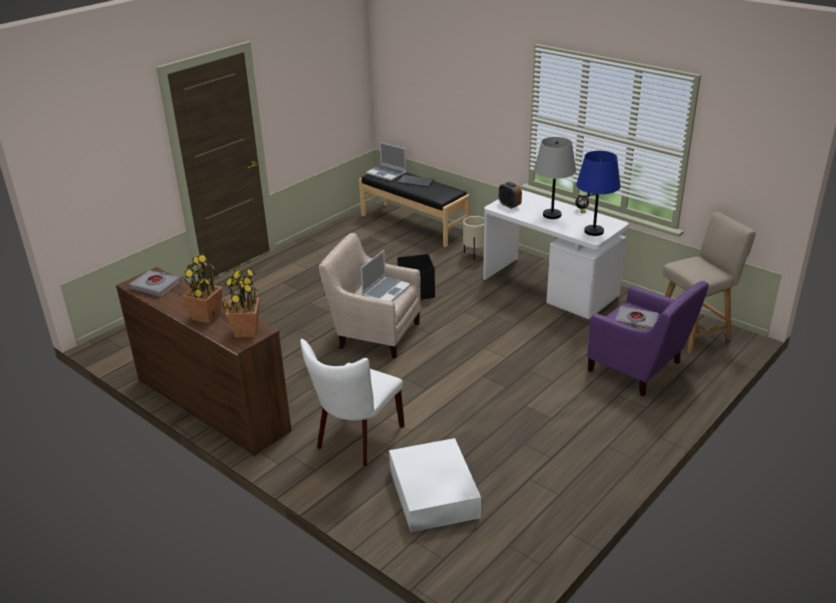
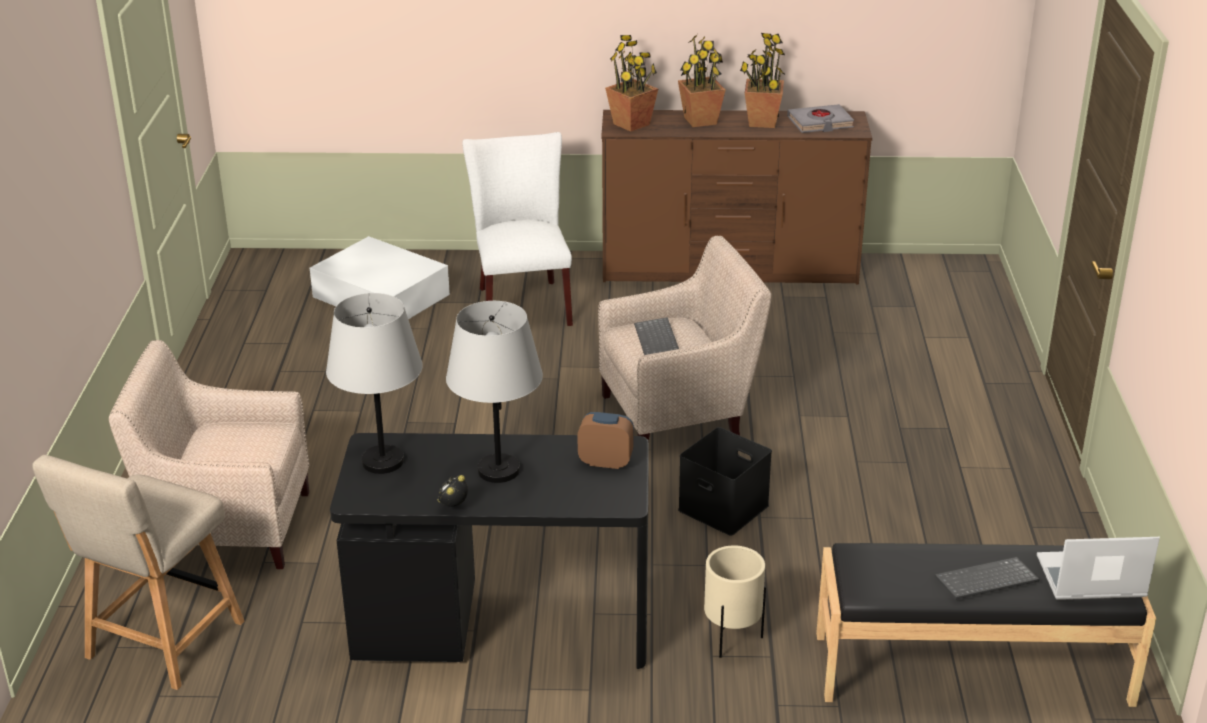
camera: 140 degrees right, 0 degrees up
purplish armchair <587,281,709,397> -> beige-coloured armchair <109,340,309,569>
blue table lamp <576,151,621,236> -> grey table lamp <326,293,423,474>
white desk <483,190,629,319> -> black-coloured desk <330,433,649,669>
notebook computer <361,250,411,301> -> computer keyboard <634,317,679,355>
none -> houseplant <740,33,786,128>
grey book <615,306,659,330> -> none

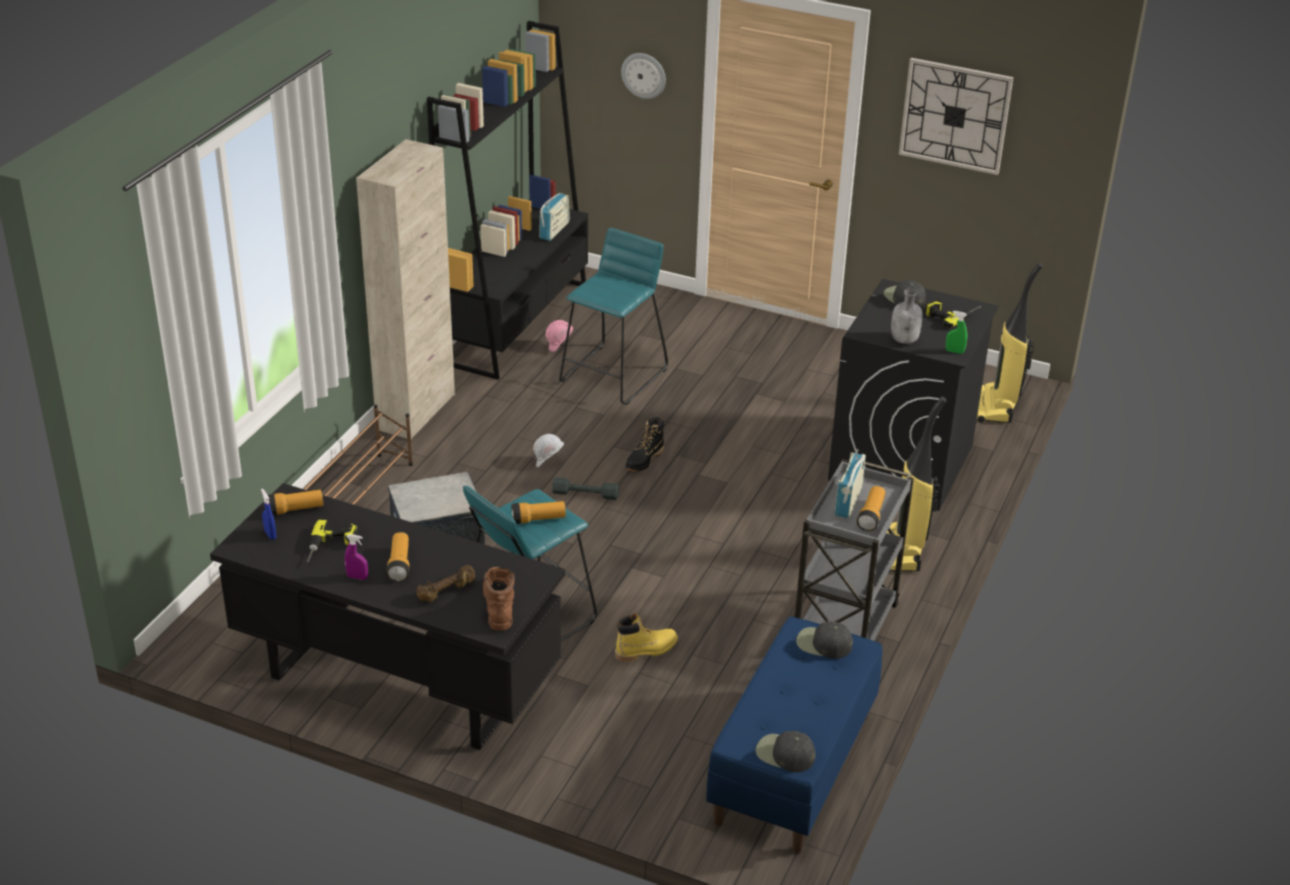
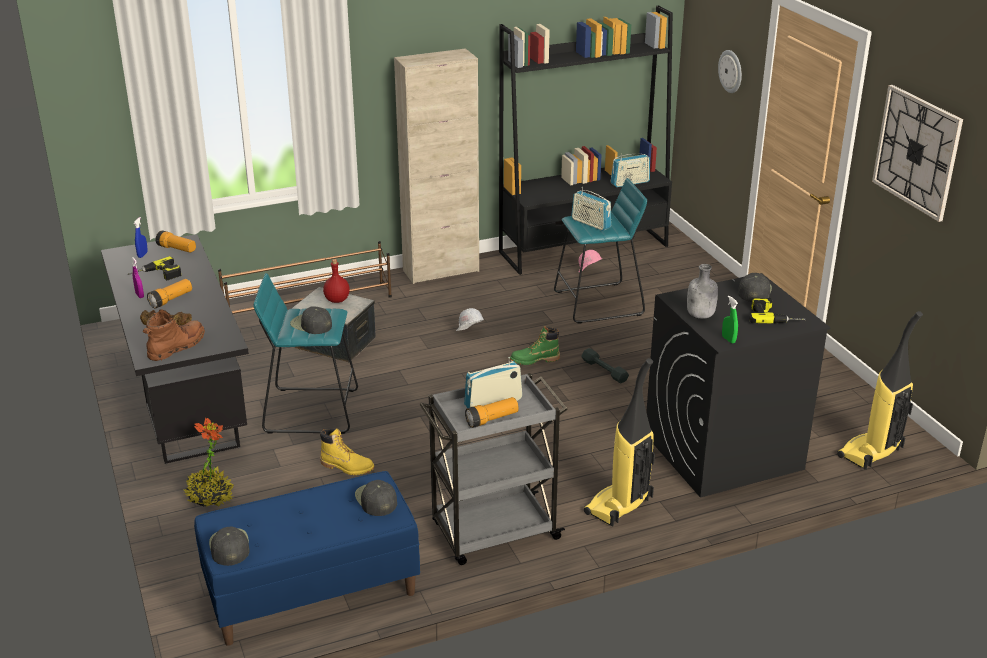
camera: 45 degrees right, 5 degrees down
none -> houseplant <184,418,234,507>
torch <512,501,566,524> -> black-coloured baseball cap <290,306,332,334>
none -> reddish drink bottle <323,259,350,303>
black-coloured high-top boot <626,417,664,471> -> green high-top boot <510,326,560,365>
none -> radio receiver <571,187,611,231>
grey dumbbell <552,477,619,500> -> grey dumbbell <581,348,629,384>, move

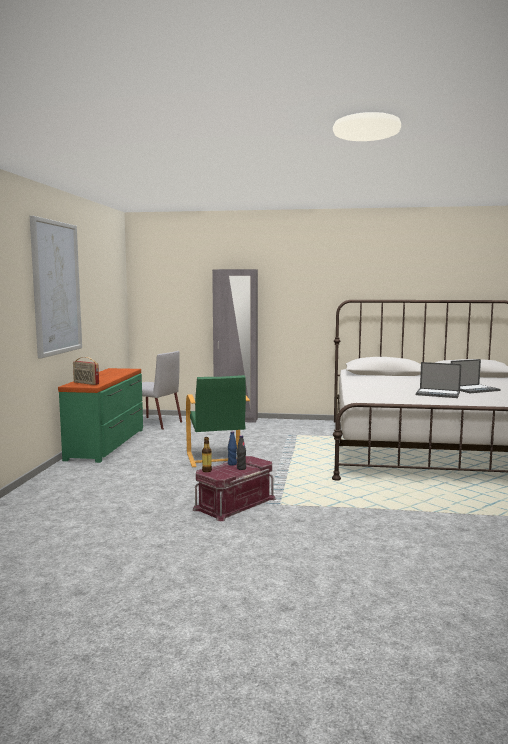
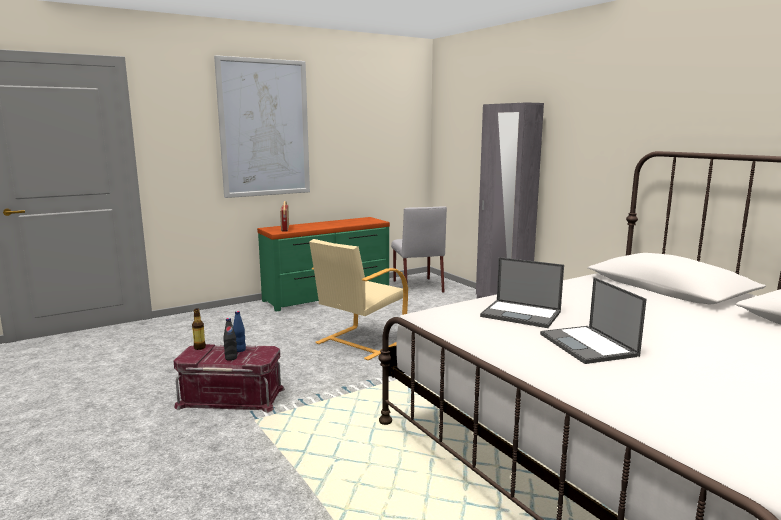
camera: 50 degrees right, 5 degrees up
green armchair <186,375,250,467> -> beige-coloured armchair <309,239,408,360>
notebook computer <451,359,501,393> -> notebook computer <480,257,564,328>, move

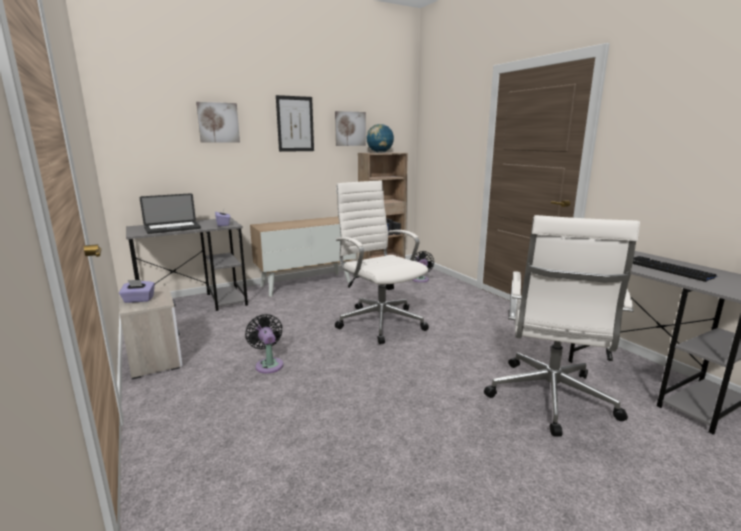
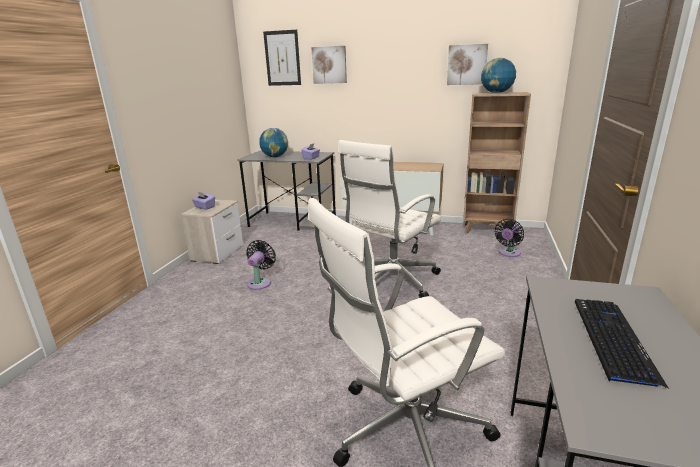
camera: 45 degrees right, 5 degrees up
notebook computer <140,193,201,234> -> globe <259,128,288,157>
wall picture <276,95,314,152> -> wall picture <263,30,301,86>, move
white computer chair <335,181,429,344> -> white computer chair <338,140,441,298>, 150 degrees counterclockwise

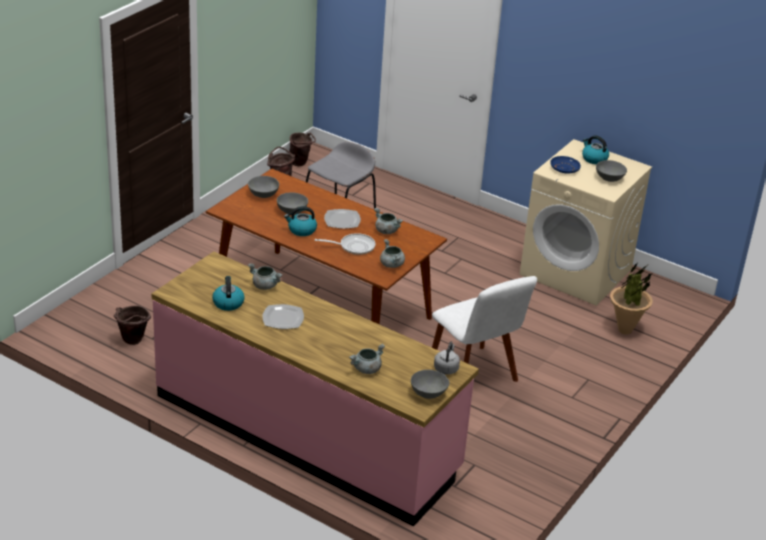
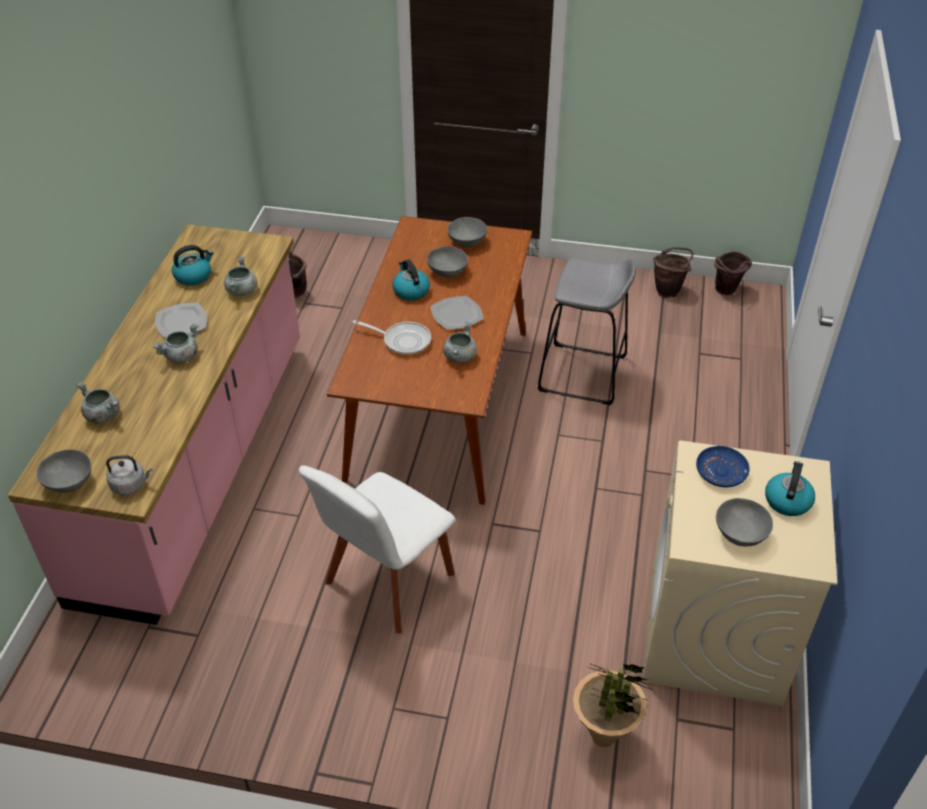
camera: 70 degrees right, 10 degrees up
grey saucepot <380,239,405,268> -> grey saucepot <152,323,198,363>, move
skillet <315,233,376,255> -> skillet <352,320,431,355>, 45 degrees counterclockwise

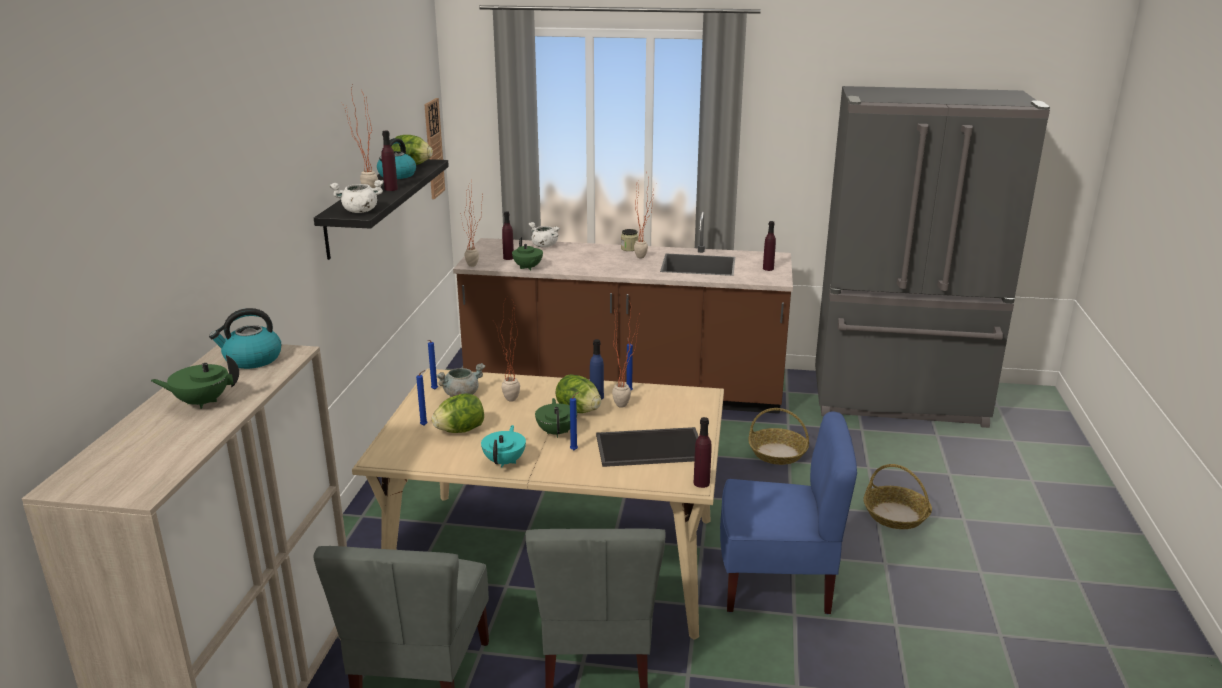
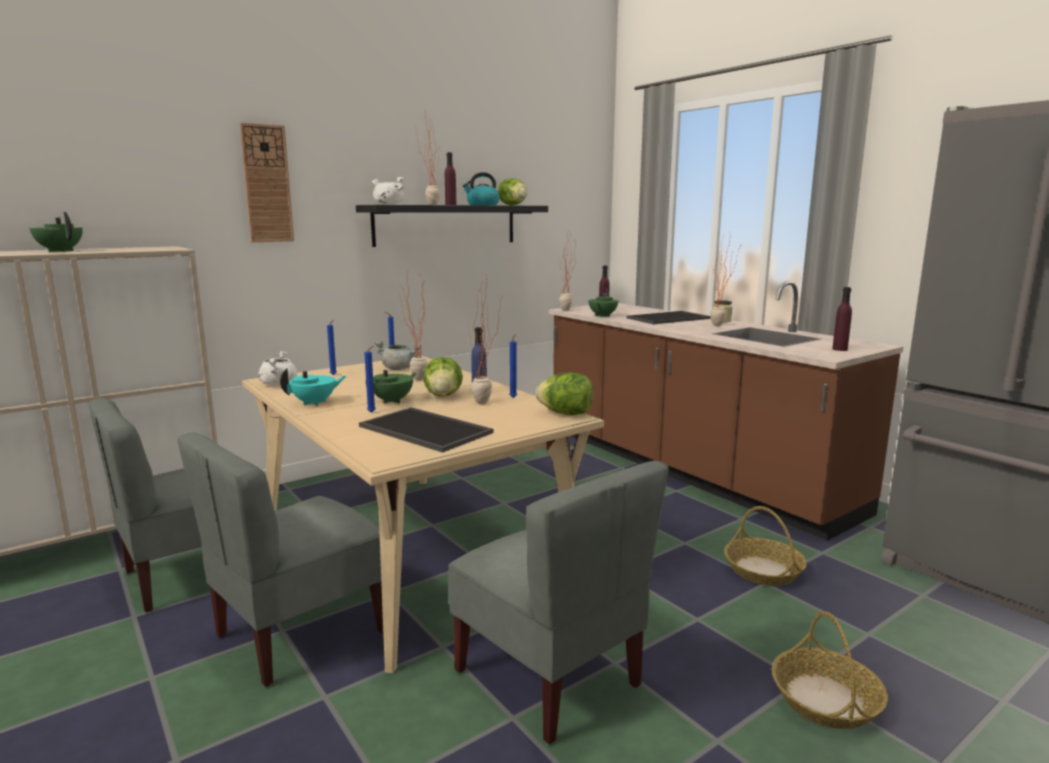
camera: 45 degrees right, 10 degrees down
wall clock <424,98,445,199> -> wall clock <239,123,294,242>, move
white saucepot <529,222,560,248> -> white saucepot <259,351,297,386>, move
blue chair <720,412,857,614> -> grey chair <448,461,669,744>
head of lettuce <432,393,484,433> -> head of lettuce <536,373,593,415>, move
none -> carrying tray <626,311,711,324>
kettle <209,308,281,369> -> none
purplish drink bottle <694,417,712,488> -> none

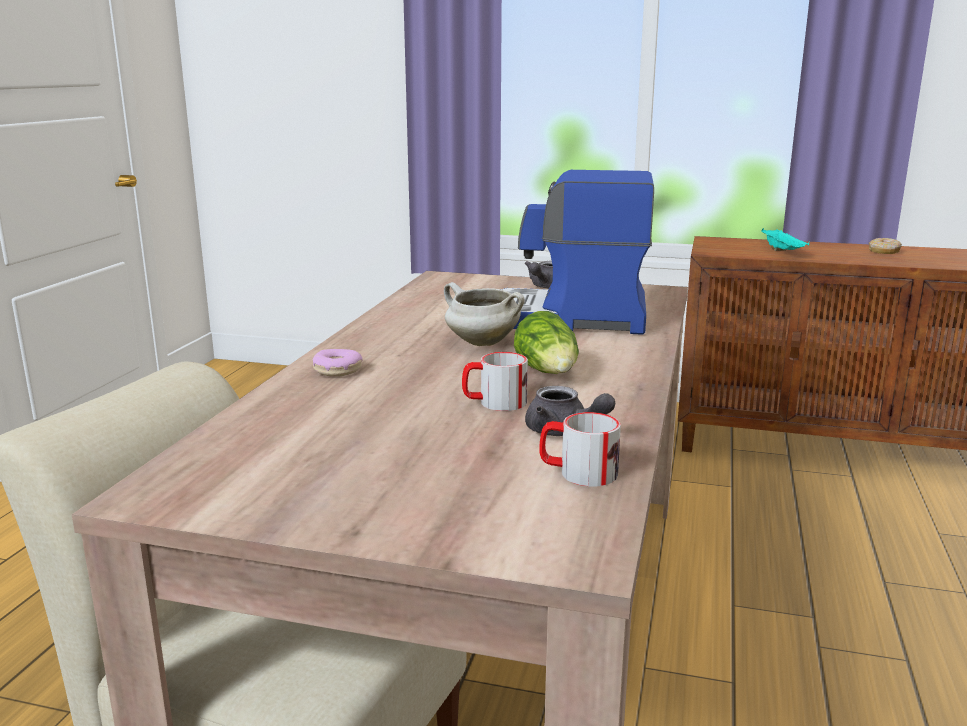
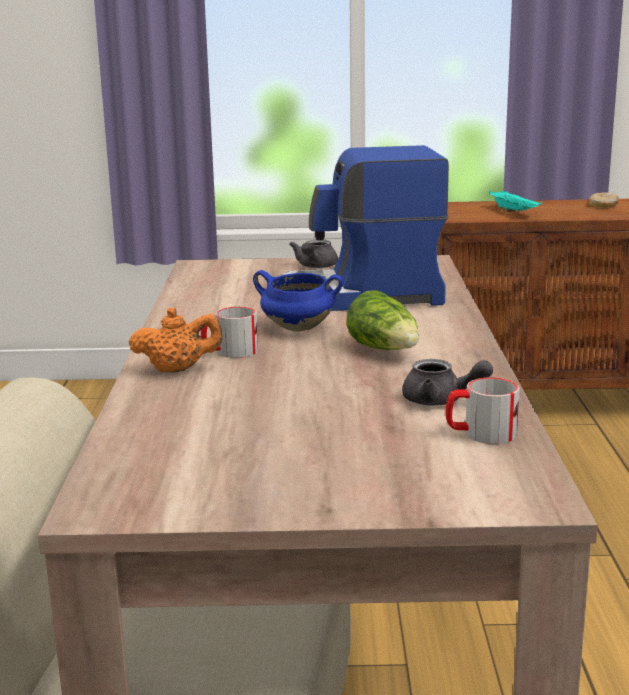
camera: 15 degrees left, 0 degrees up
donut <313,349,363,377> -> orange-coloured pot for tea <129,307,223,373>
coffee mug <462,352,528,411> -> coffee mug <201,307,258,358>, move
white saucepot <444,282,525,346> -> blue saucepot <253,270,343,332>

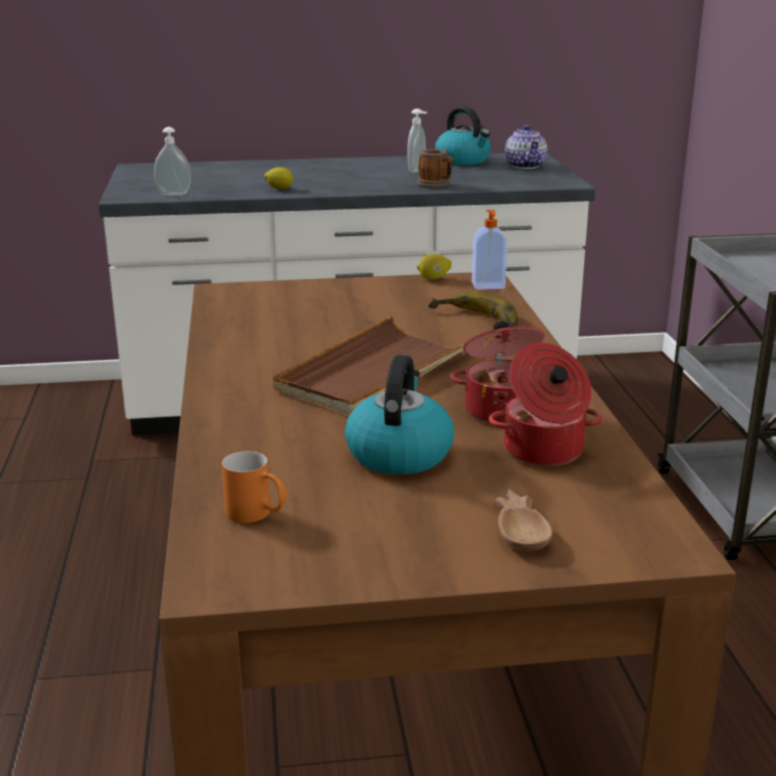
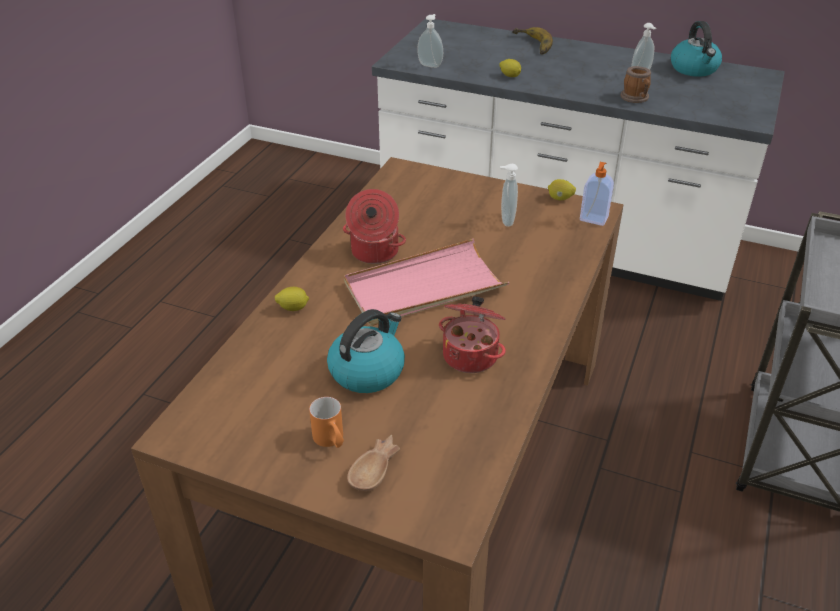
camera: 30 degrees right, 15 degrees up
none -> whole lemon <275,287,309,311>
orange-coloured coffee mug <222,451,287,523> -> orange-coloured coffee mug <309,397,344,448>, move
saucepot <489,343,602,466> -> saucepot <343,189,406,264>, move
brownish carrying tray <273,316,465,415> -> pink carrying tray <344,239,509,326>
none -> soap bottle <500,164,518,227>
banana fruit <428,291,518,327> -> banana fruit <512,27,553,54>, move
pot for tea <505,125,547,169> -> none

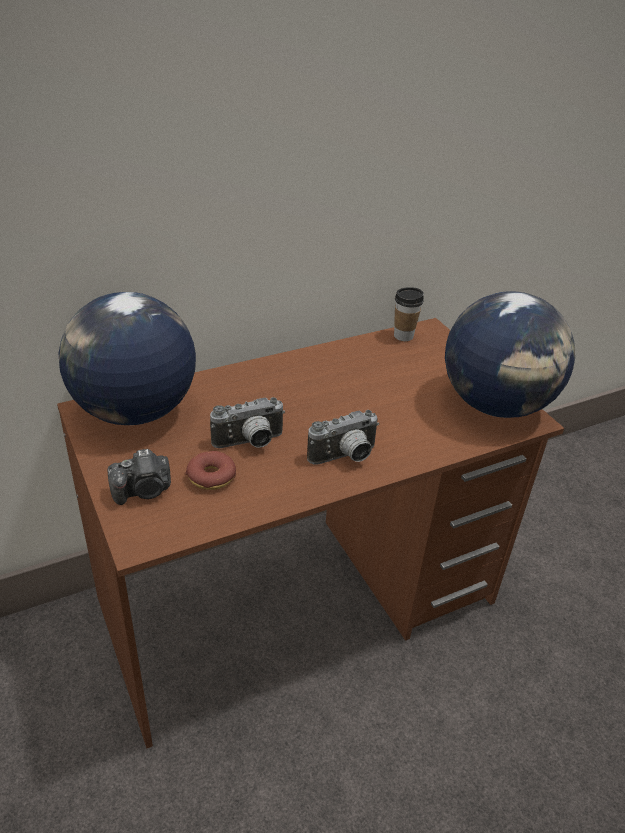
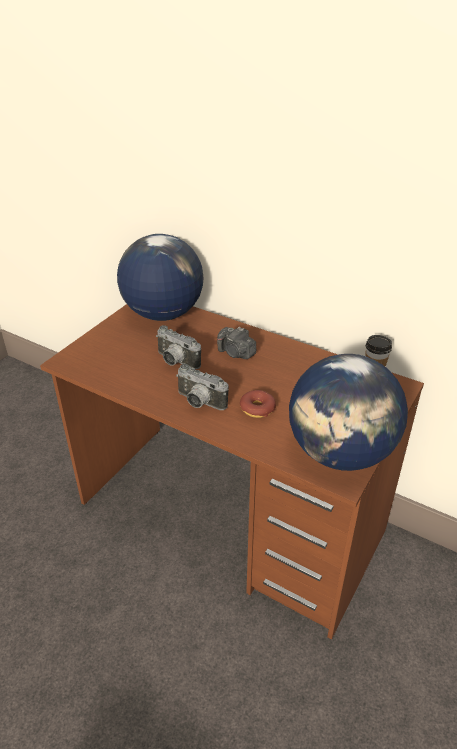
camera: 60 degrees right, 0 degrees up
photo camera <108,449,171,505> -> photo camera <217,327,256,359>, move
donut <186,451,236,490> -> donut <240,390,276,418>, move

